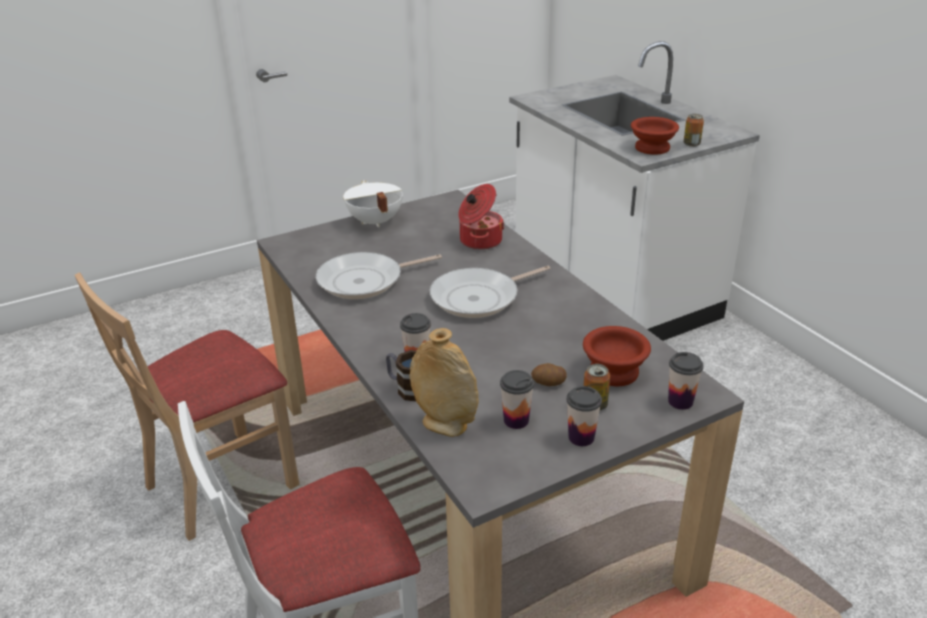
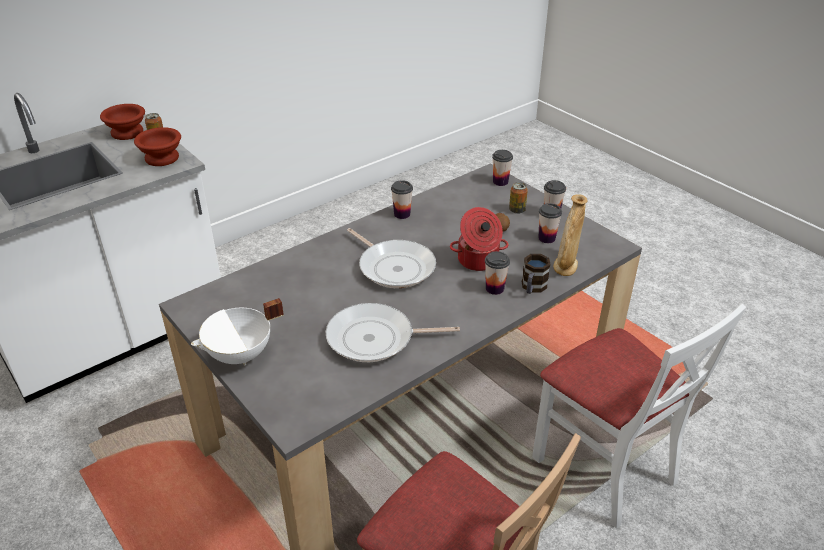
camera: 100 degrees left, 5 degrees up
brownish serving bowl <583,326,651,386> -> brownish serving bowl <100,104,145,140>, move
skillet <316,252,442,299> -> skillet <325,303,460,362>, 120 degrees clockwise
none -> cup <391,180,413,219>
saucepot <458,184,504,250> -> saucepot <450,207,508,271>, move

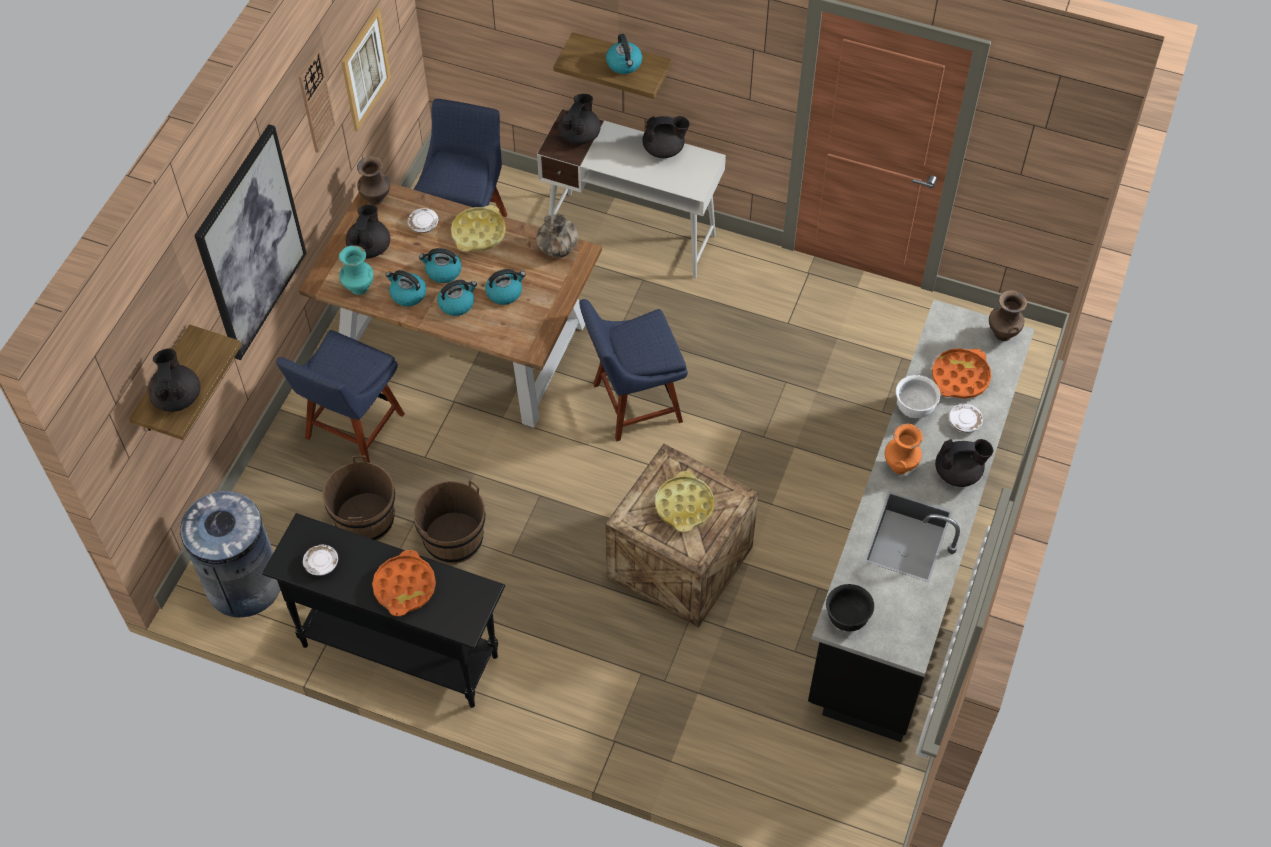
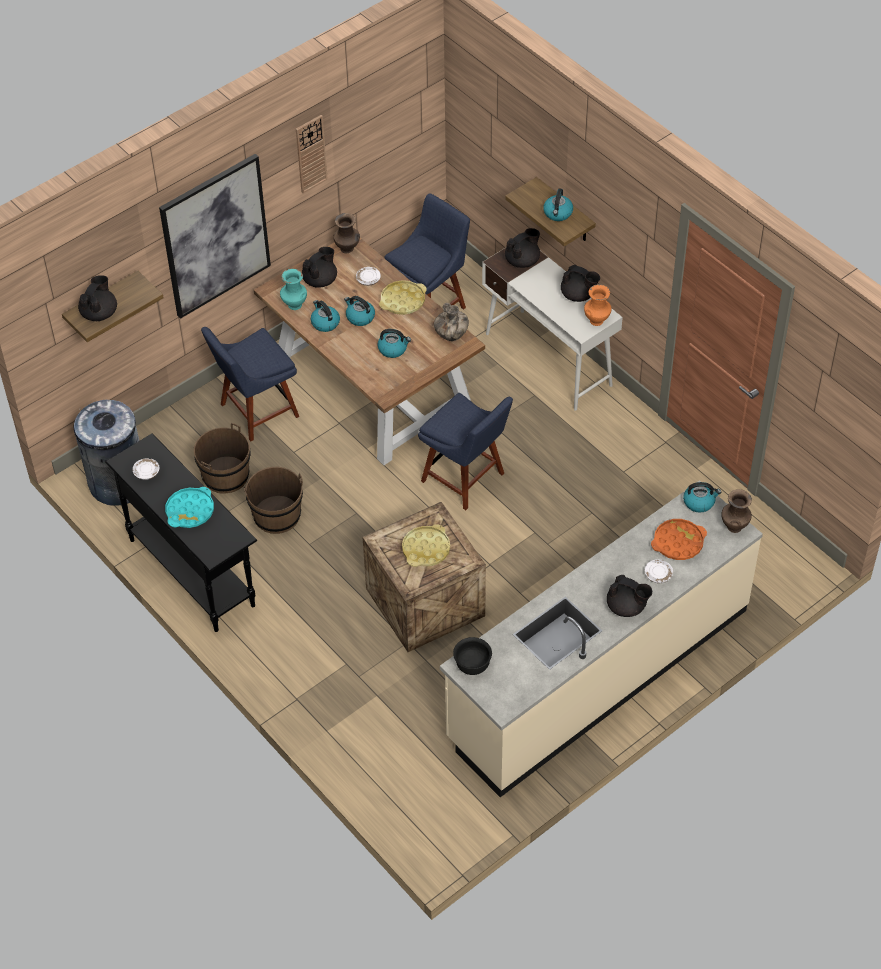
camera: 30 degrees right, 5 degrees down
orange-coloured carrying tray <372,550,436,616> -> blue-green carrying tray <165,487,214,528>
blue chair <579,299,688,441> -> blue chair <418,393,513,510>, 150 degrees counterclockwise
black-coloured counter <808,300,1035,742> -> beige-coloured counter <440,480,763,797>
orange-coloured flower vase <885,424,923,474> -> orange-coloured flower vase <584,284,612,326>, move
kettle <437,280,477,316> -> kettle <683,482,721,513>, move
wall picture <341,8,391,131> -> none
white serving bowl <896,375,940,418> -> none

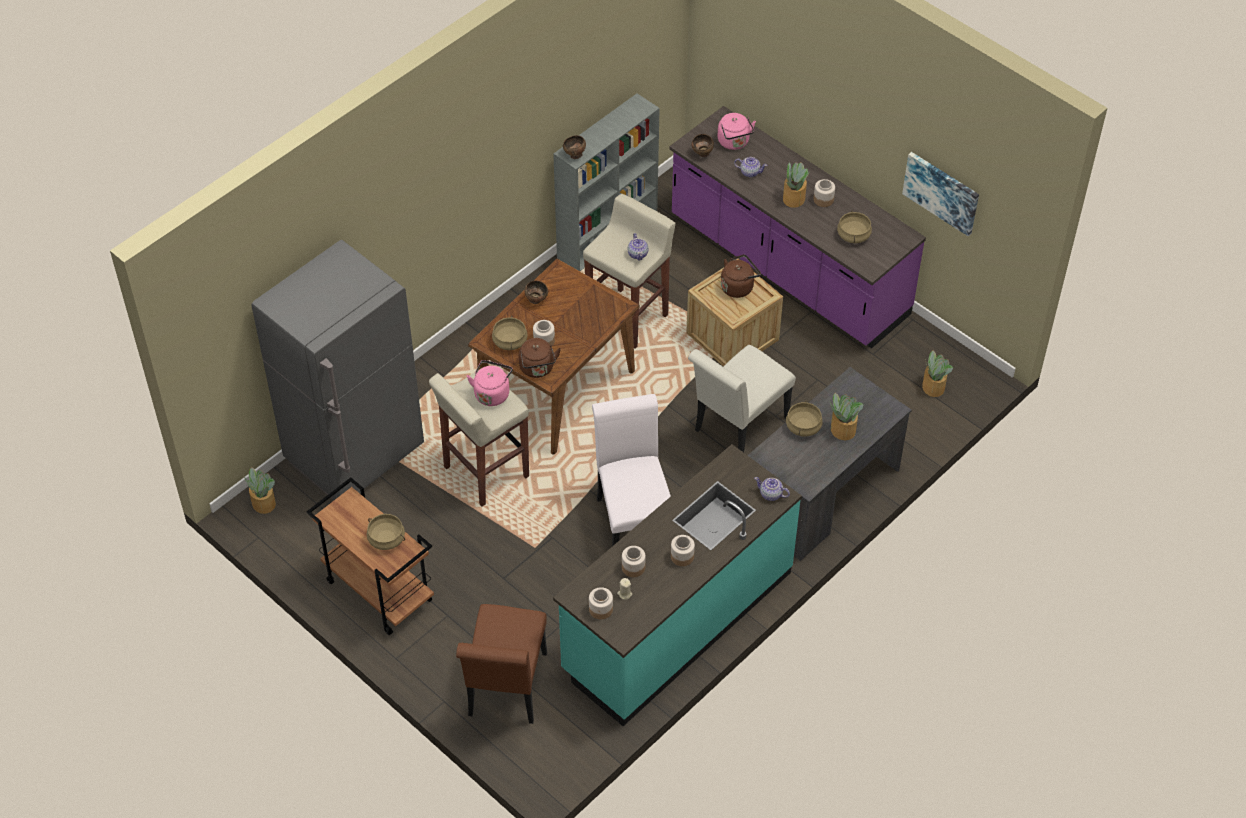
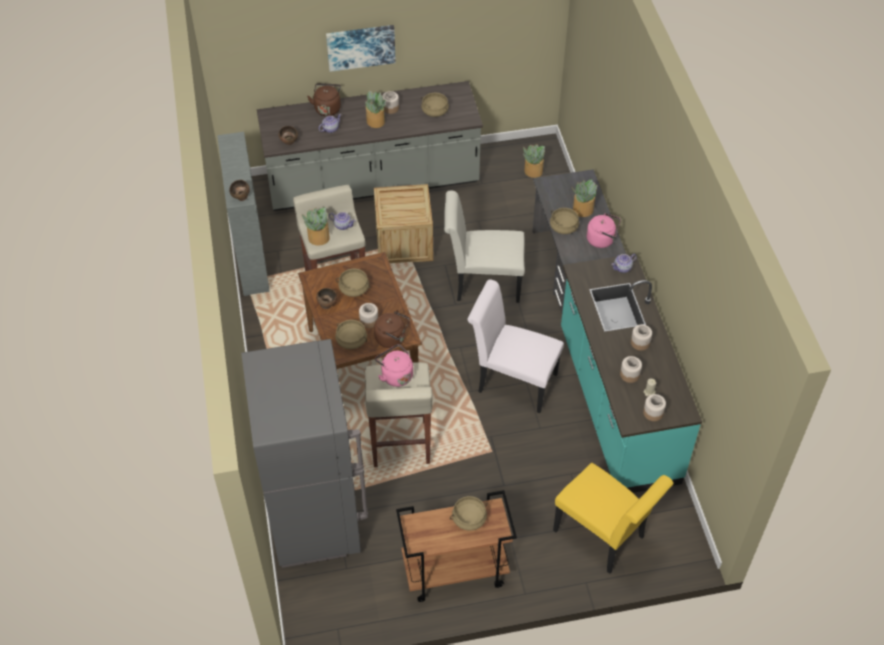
camera: 55 degrees left, 0 degrees up
purplish counter <669,106,926,348> -> grey counter <257,81,483,211>
houseplant <243,467,276,514> -> houseplant <302,208,330,246>, move
brownish kettle <721,254,761,298> -> brownish kettle <307,83,341,116>, move
wall picture <902,152,979,236> -> wall picture <326,25,396,72>, move
none -> beige-coloured saucepot <336,269,371,297>
white chair <688,345,796,453> -> white chair <444,191,525,303>, 105 degrees clockwise
brownish chair <456,604,547,724> -> yellow chair <553,463,673,574>
pink kettle <718,113,756,150> -> pink kettle <586,213,620,248>, move

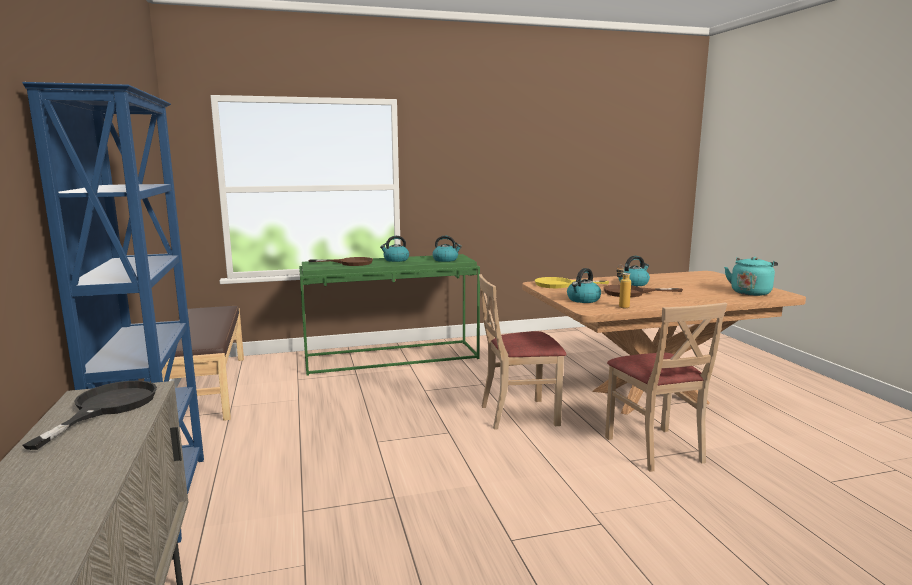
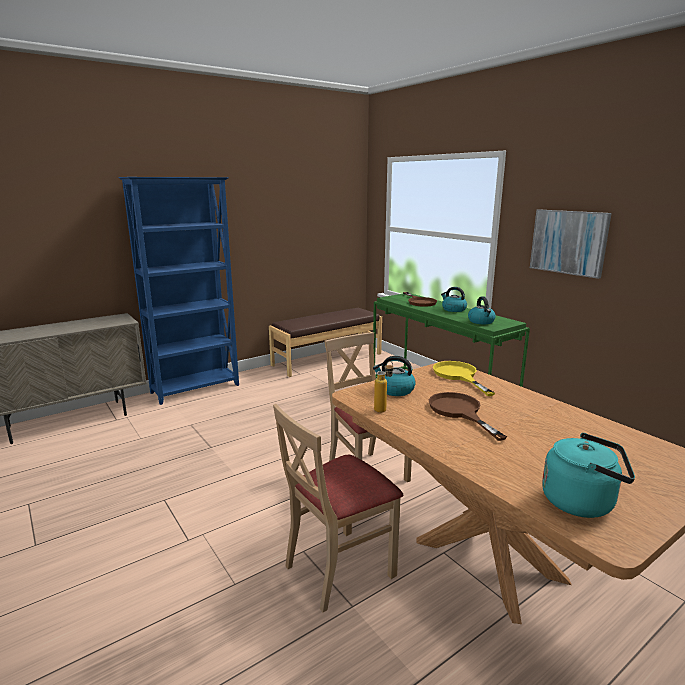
camera: 70 degrees right, 5 degrees up
none -> wall picture <530,209,612,279>
black-coloured skillet <23,381,157,450> -> none
kettle <618,256,650,286> -> none

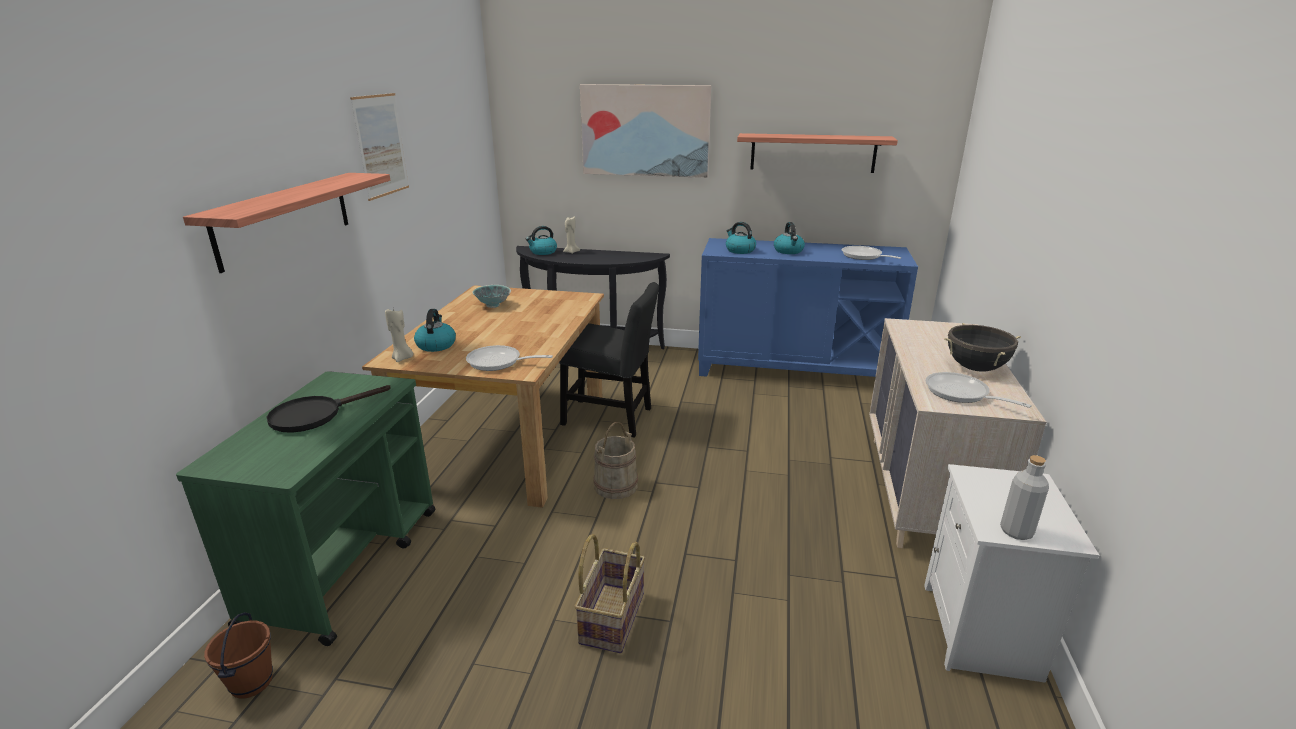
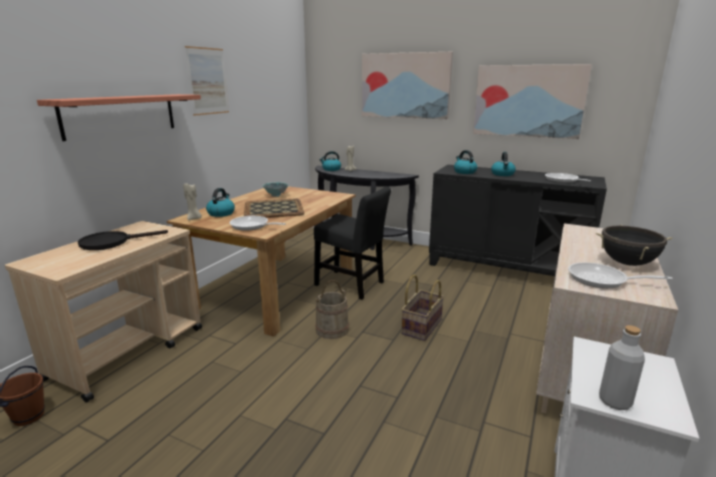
camera: 15 degrees right, 5 degrees down
green cart <176,371,436,646> -> beige-coloured cart <5,221,202,403>
none -> carrying tray <244,199,304,218>
basket <574,534,645,653> -> basket <401,274,444,341>, move
blue storage cabinet <698,238,918,377> -> black-coloured storage cabinet <429,165,607,276>
bracket shelf <737,133,898,173> -> wall picture <473,64,592,139>
skillet <926,372,1032,408> -> skillet <568,262,673,288>, 45 degrees counterclockwise

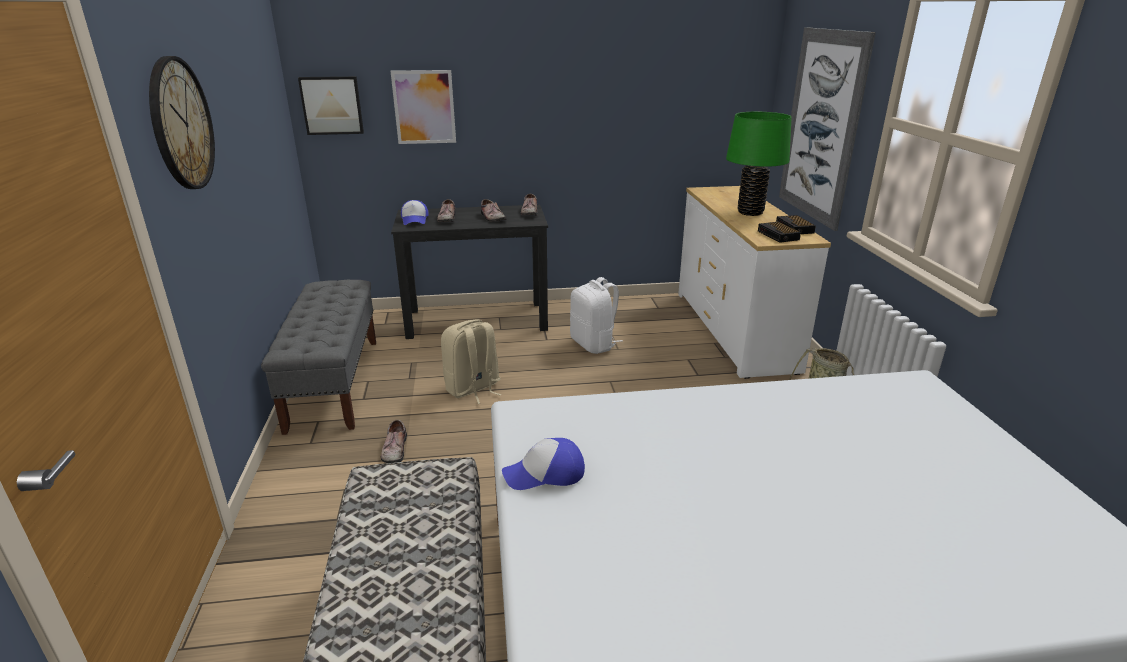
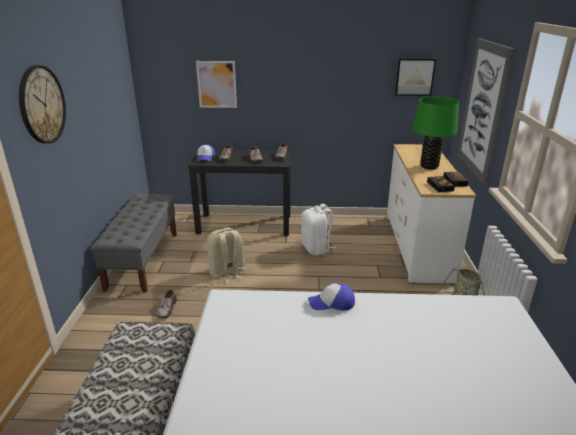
camera: 10 degrees right, 0 degrees up
baseball cap <502,438,585,490> -> baseball cap <308,283,355,311>, move
wall picture <298,76,364,135> -> wall picture <395,58,436,96>, move

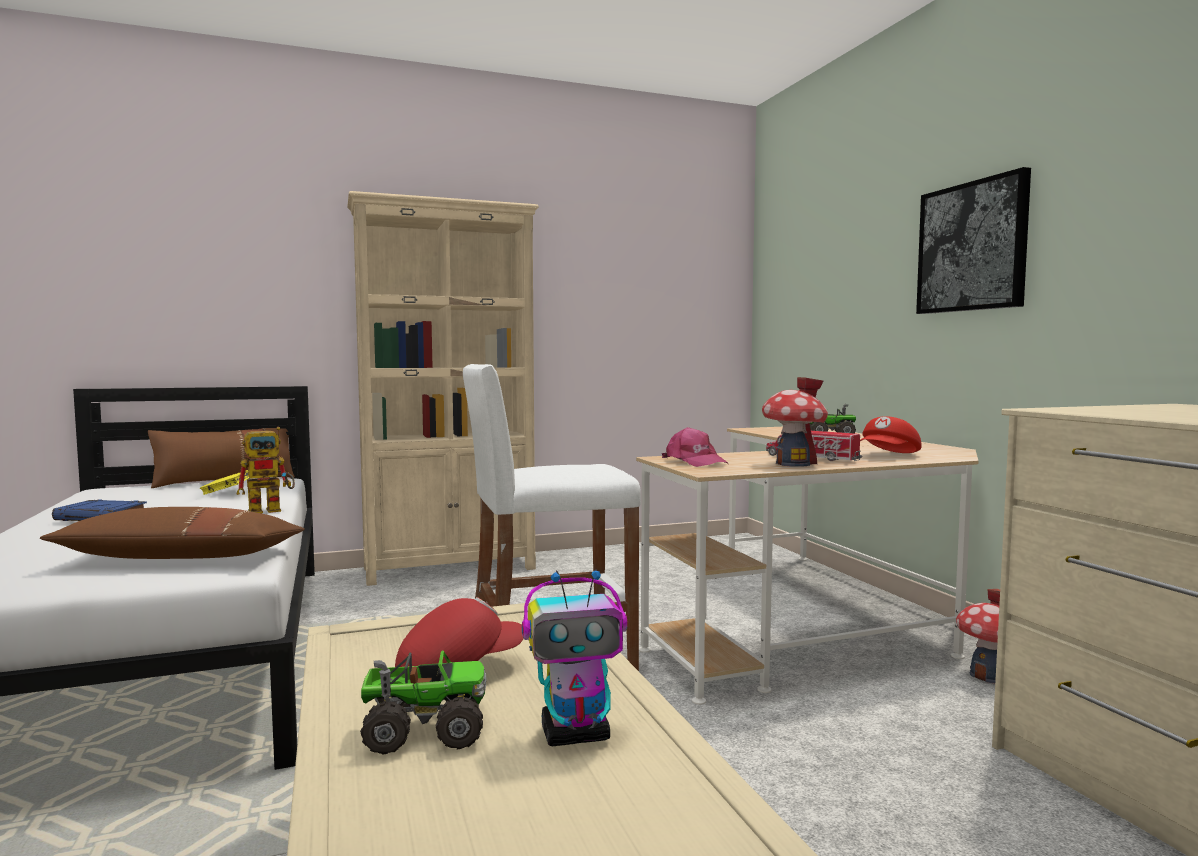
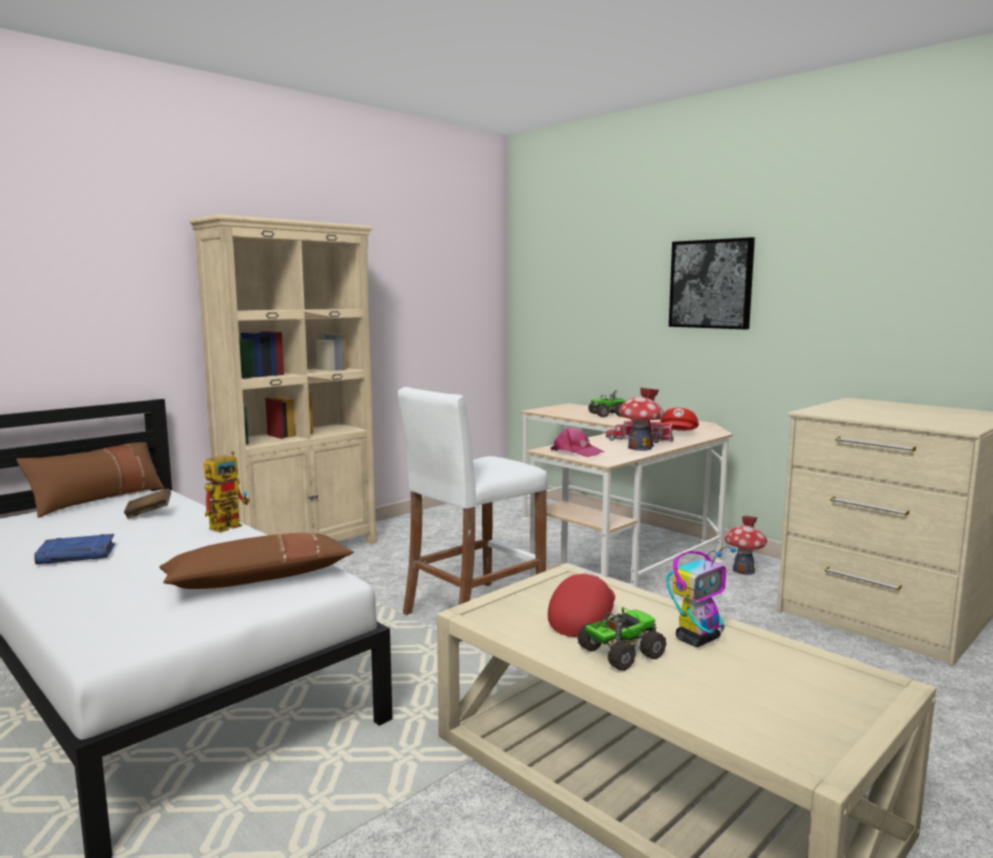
camera: 25 degrees left, 5 degrees up
yellow book <200,470,249,495> -> brownish book <124,488,171,519>

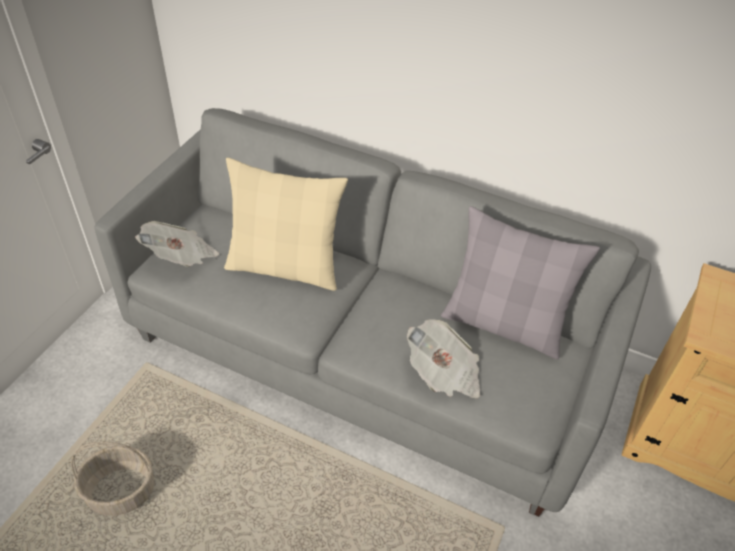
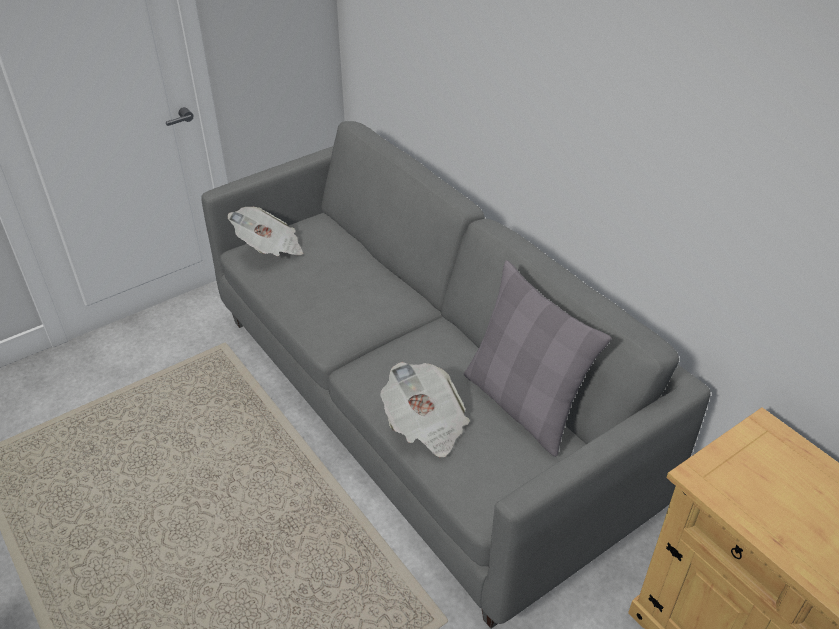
camera: 30 degrees right, 5 degrees down
basket <71,442,154,516> -> none
beige-coloured throw pillow <224,158,348,291> -> none

